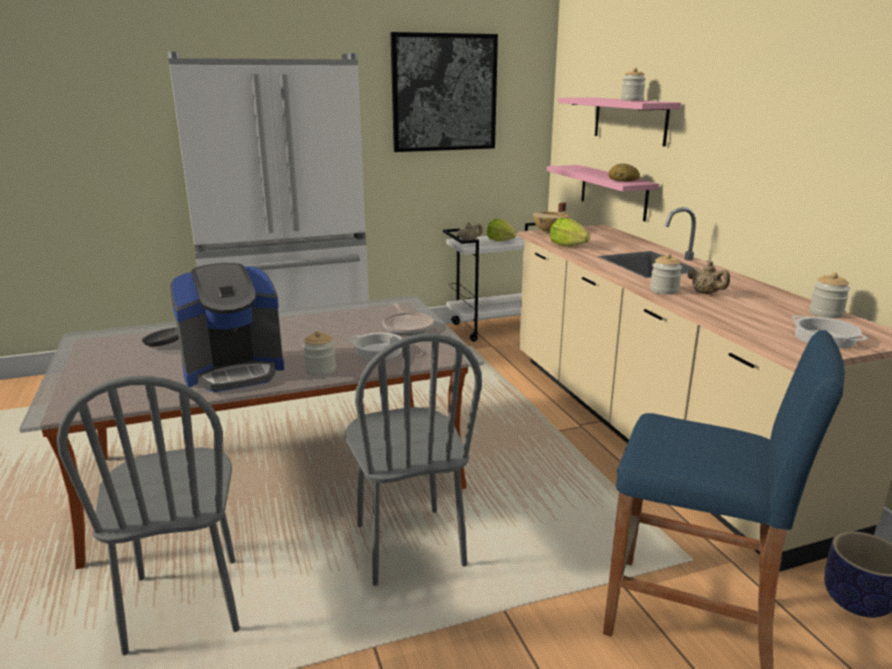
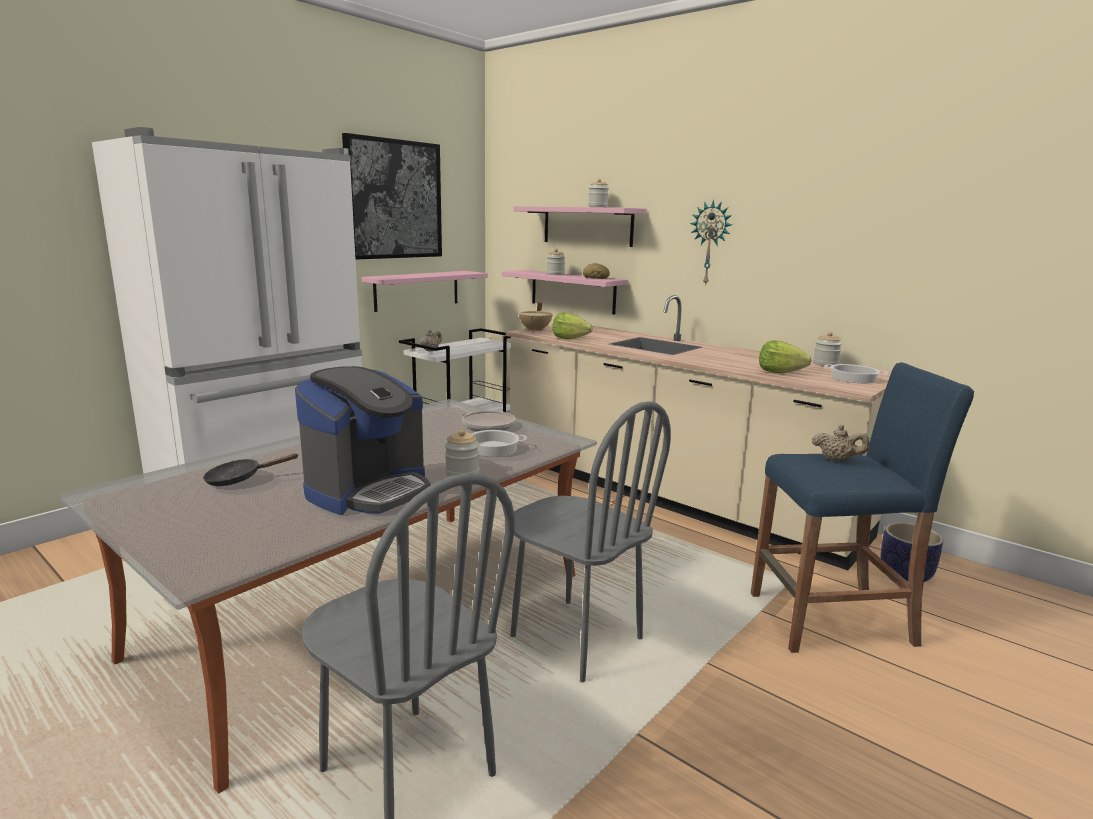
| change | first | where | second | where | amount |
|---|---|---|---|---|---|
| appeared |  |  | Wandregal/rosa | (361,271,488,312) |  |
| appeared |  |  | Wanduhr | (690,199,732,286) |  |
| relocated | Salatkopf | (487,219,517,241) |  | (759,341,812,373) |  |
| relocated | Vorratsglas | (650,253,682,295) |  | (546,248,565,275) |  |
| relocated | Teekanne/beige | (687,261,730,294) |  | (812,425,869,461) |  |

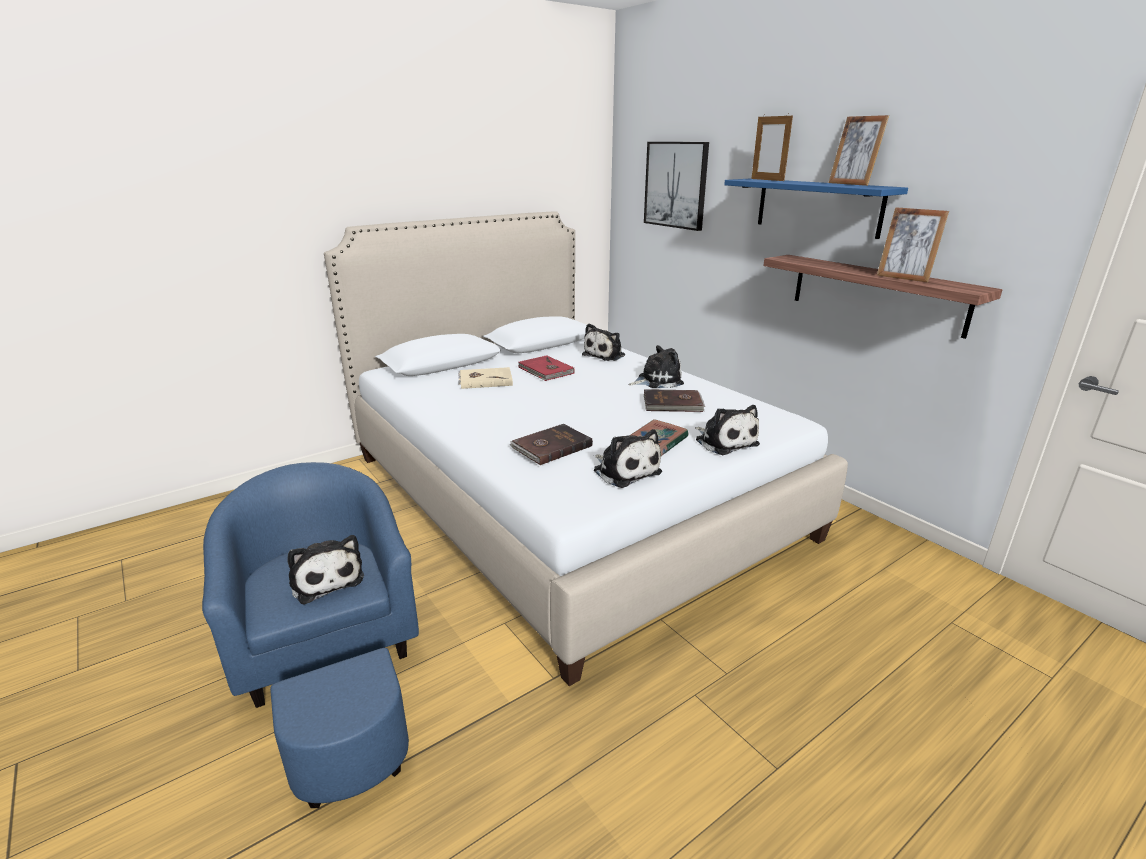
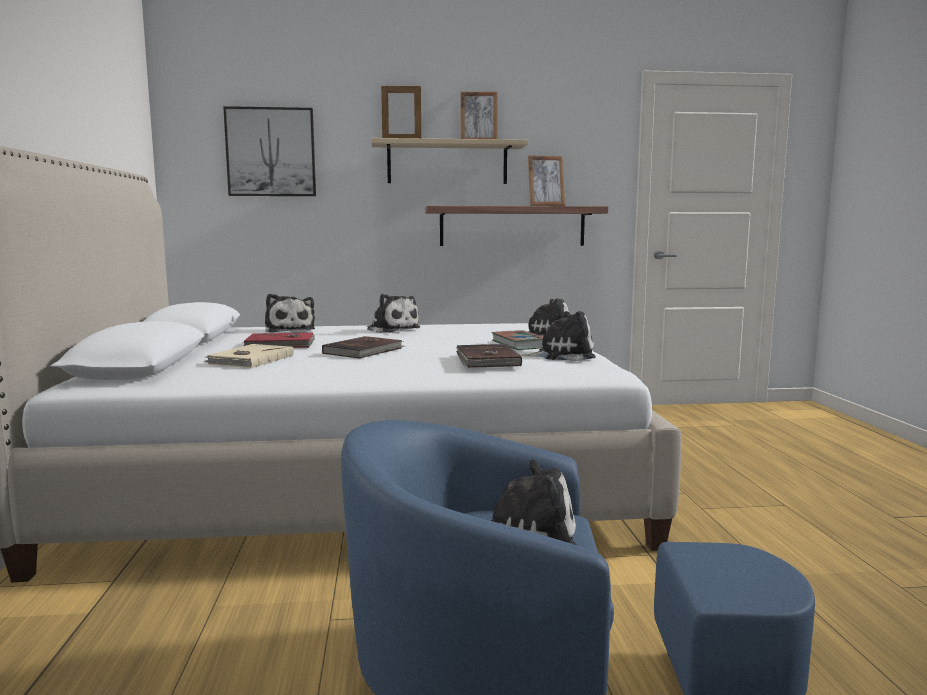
| change | first | where | second | where | amount |
|---|---|---|---|---|---|
| relocated | Buch/braun | (644,389,706,412) |  | (322,336,404,359) |  |
| colour | Wandregal/blau | (724,178,908,239) | Wandregal/beige | (371,138,528,184) |  |
| spun | Plüschtier | (629,345,684,388) |  | (367,294,420,333) | 120 degrees clockwise |

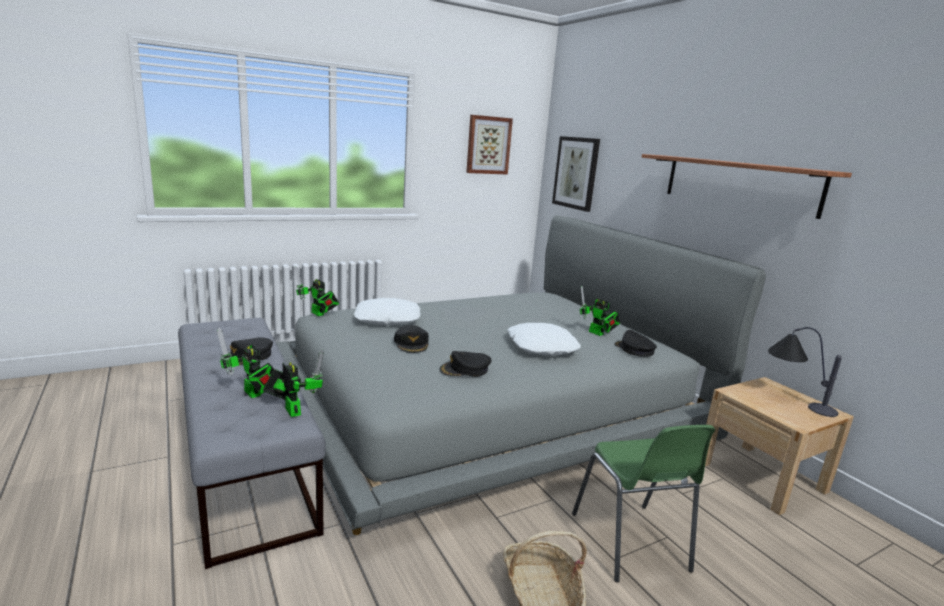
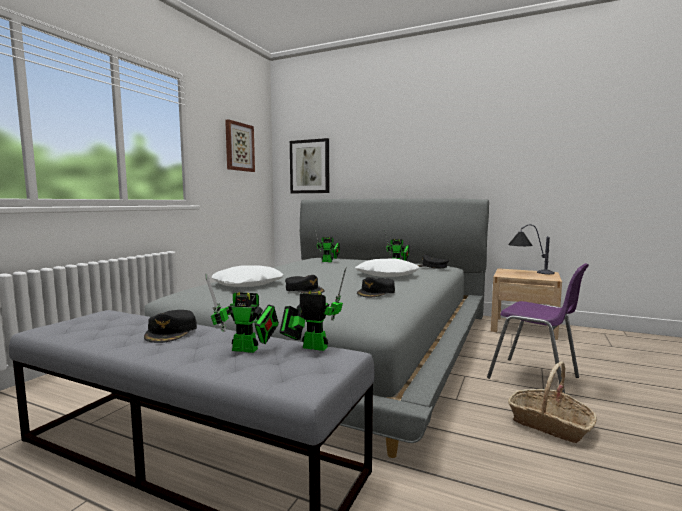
| change | first | where | second | where | amount |
|---|---|---|---|---|---|
| missing | Wandregal | (642,154,852,219) |  |  |  |
| relocated | Spielzeugroboter | (294,266,339,316) |  | (314,228,340,262) |  |
| colour | Stuhl/grün | (572,425,715,582) | Stuhl/lila | (487,263,589,393) |  |

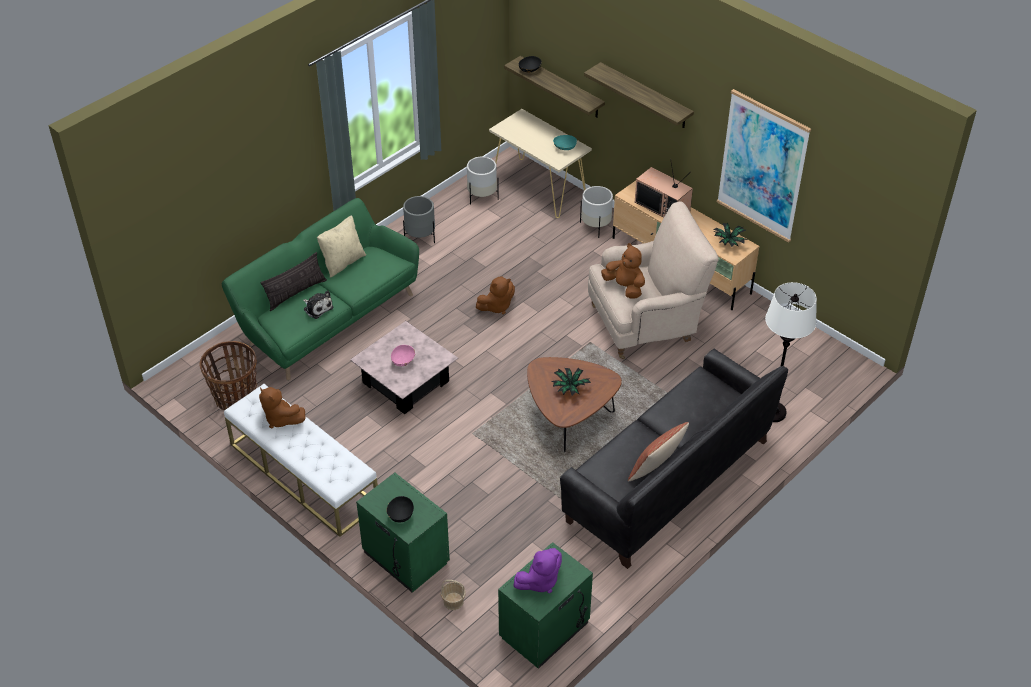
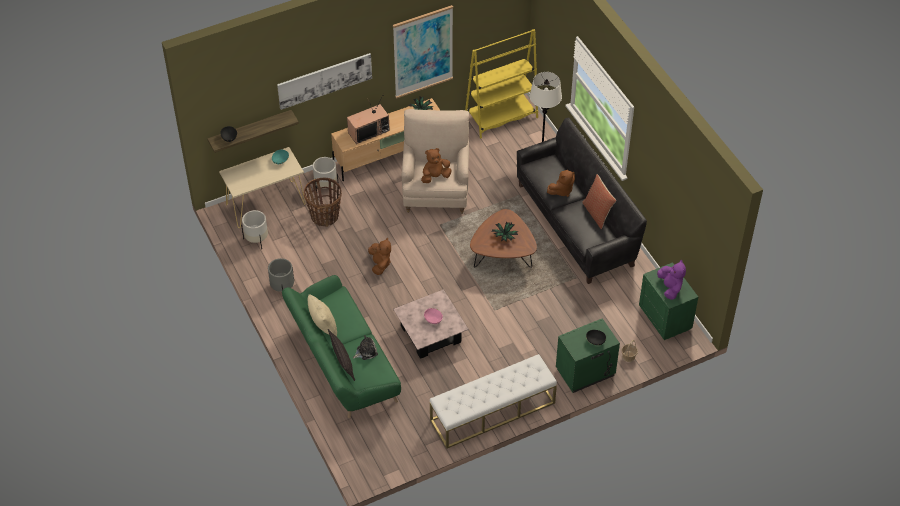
| change | first | where | second | where | amount |
|---|---|---|---|---|---|
| appeared |  |  | Bücherregal/gelb | (465,29,538,139) |  |
| relocated | Korb | (200,341,257,410) |  | (304,178,342,227) |  |
| relocated | Plüschtier/braun | (259,387,306,428) |  | (547,170,575,197) |  |
| exchanged | Wandregal | (584,62,694,128) | Bild | (277,53,372,110) |  |

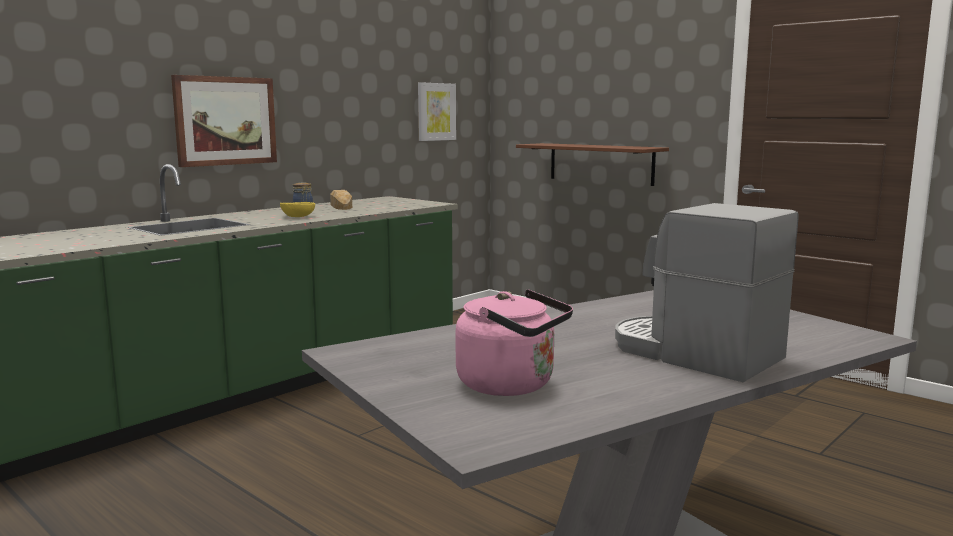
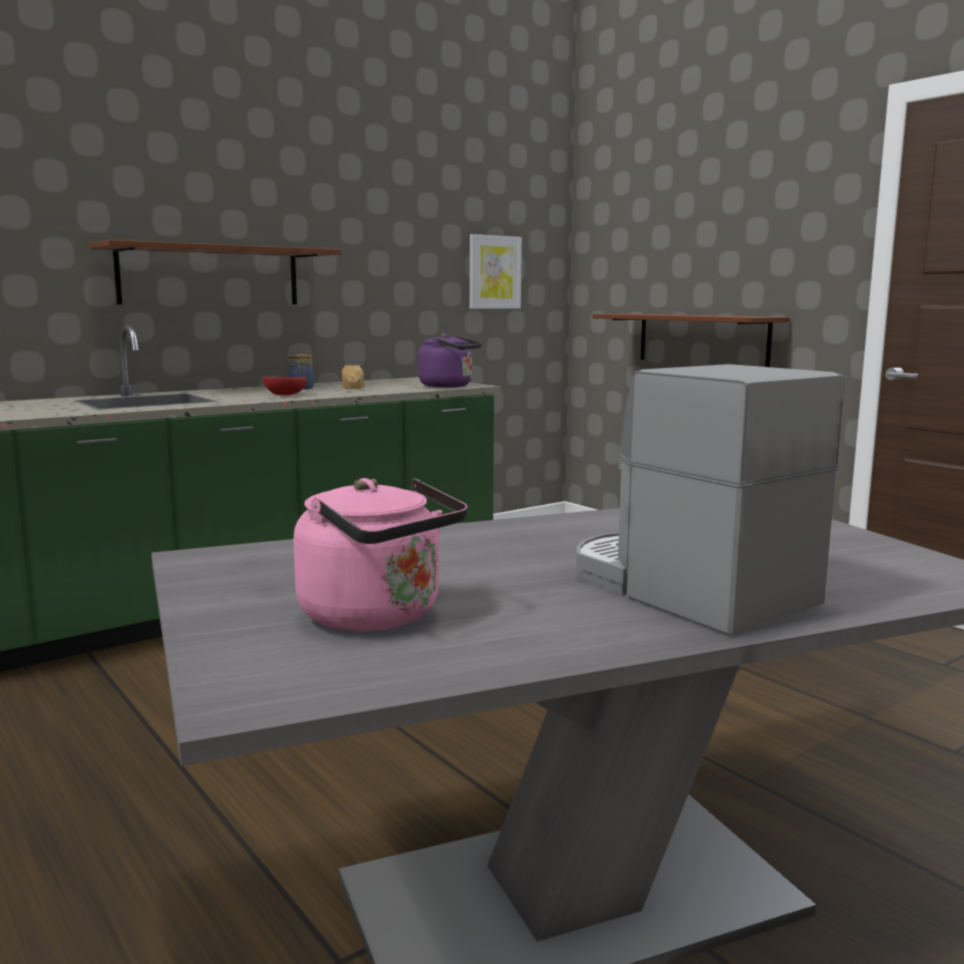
| change | first | where | second | where | amount |
|---|---|---|---|---|---|
| appeared |  |  | Wasserkessel/lila | (418,333,482,388) |  |
| exchanged | Bild | (171,75,277,167) | Wandregal/braun | (89,240,342,305) |  |
| colour | Schüssel/gelb | (280,202,315,217) | Schüssel/rot | (263,377,307,395) |  |

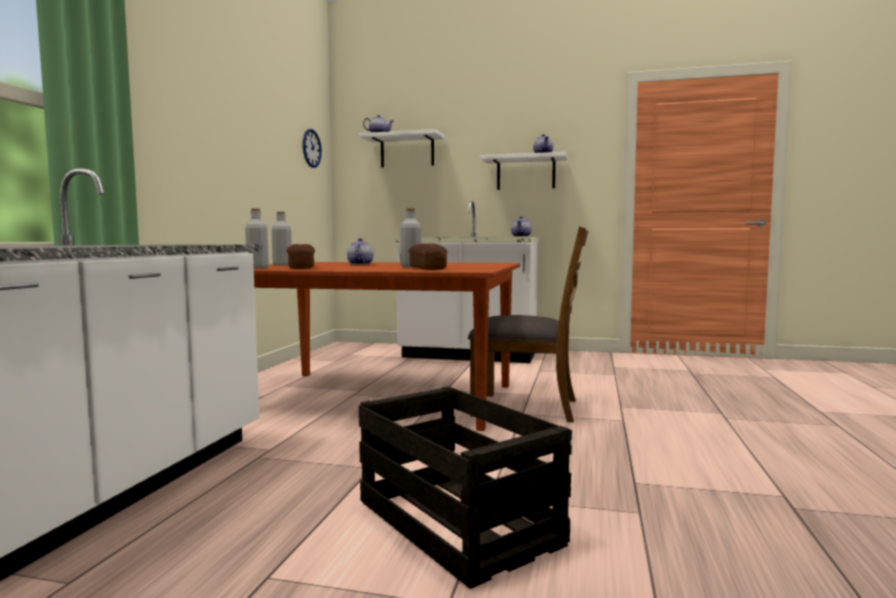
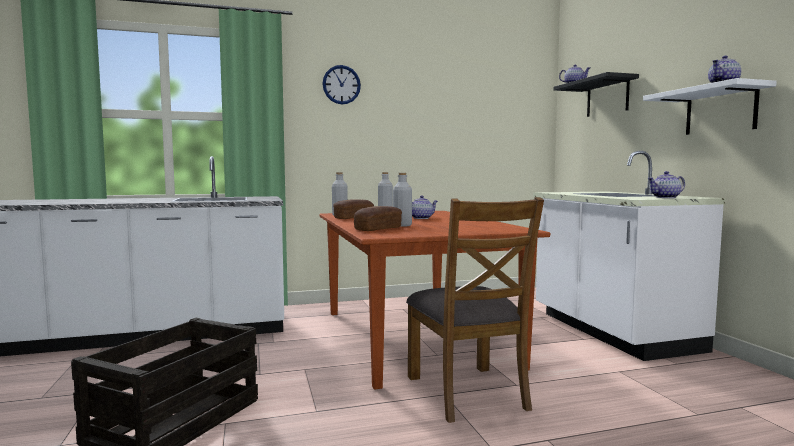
| change | first | where | second | where | amount |
|---|---|---|---|---|---|
| relocated | Wanduhr | (303,129,322,168) |  | (323,65,361,104) |  |
| colour | Wandregal/weiß | (359,129,445,167) | Wandregal/schwarz | (554,72,639,117) |  |

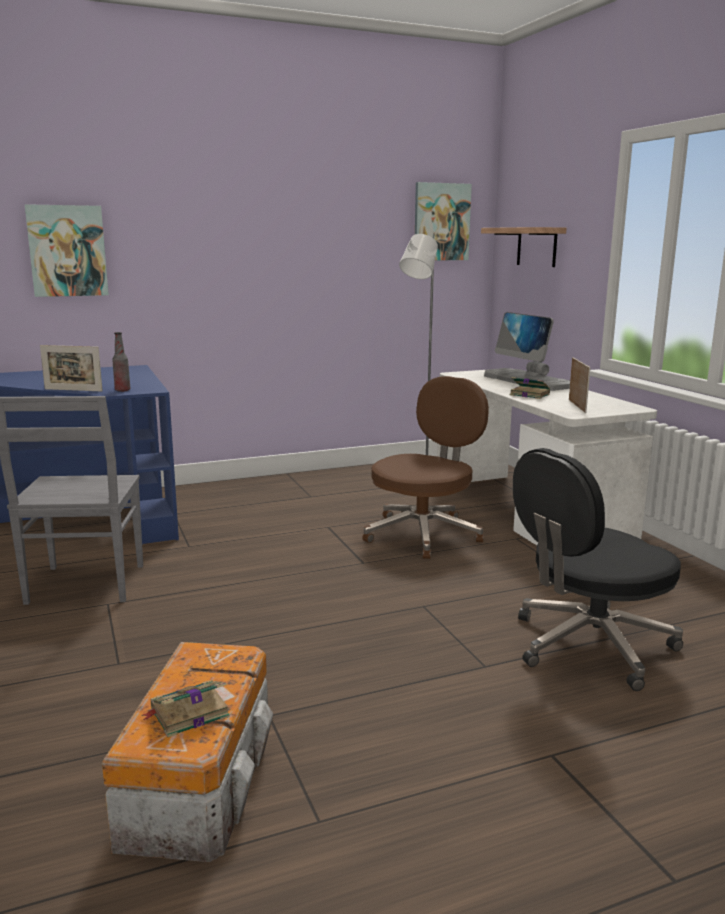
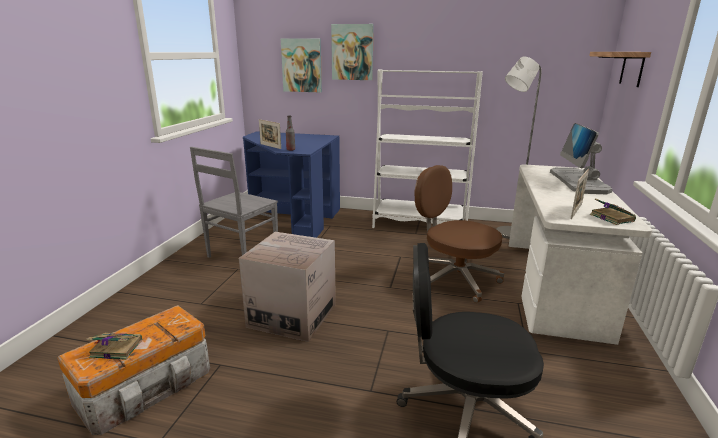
| change | first | where | second | where | amount |
|---|---|---|---|---|---|
| appeared |  |  | Karton | (239,232,336,342) |  |
| appeared |  |  | Bücherregal/weiß | (372,69,483,228) |  |
| relocated | Bild | (415,182,472,260) |  | (331,24,374,80) |  |
| relocated | Buch | (510,377,550,399) |  | (590,198,636,225) |  |
| spun | Bürostuhl/braun | (362,376,489,559) |  | (415,165,504,303) | 120 degrees counterclockwise |

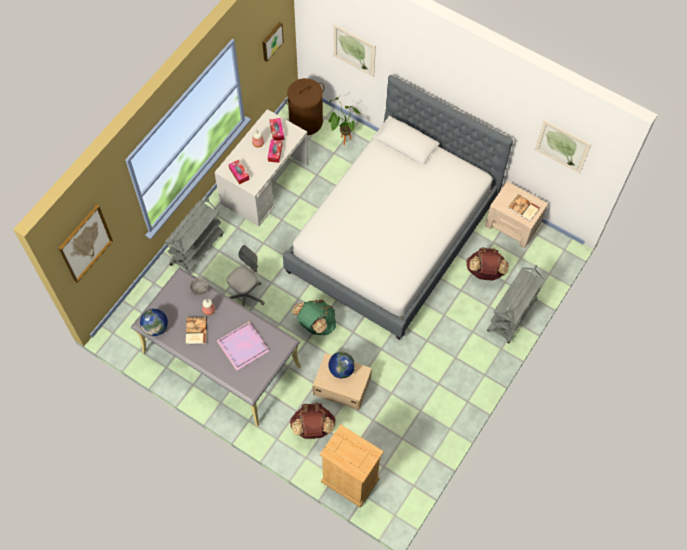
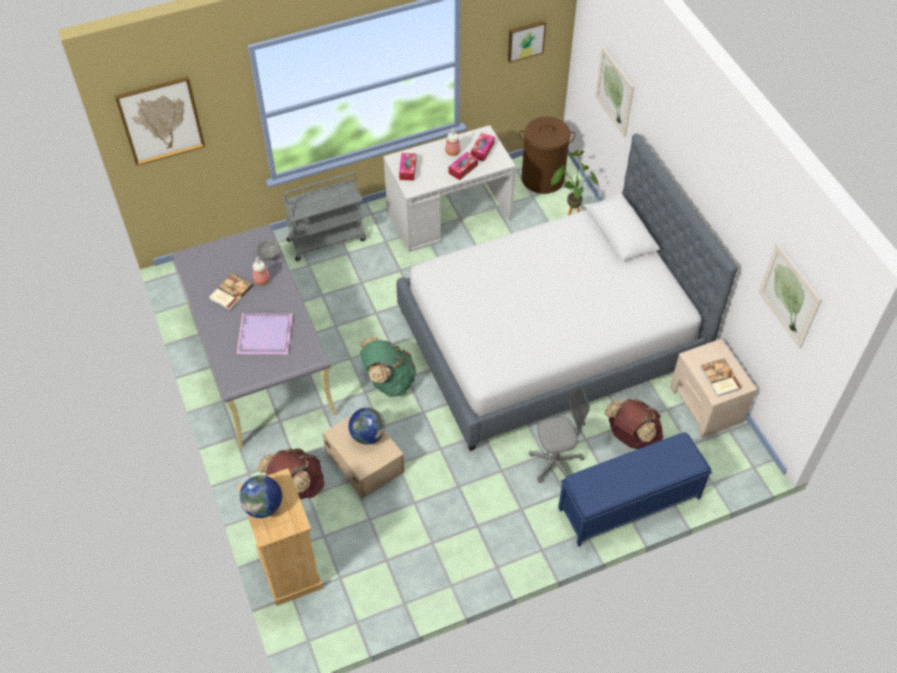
| change | first | where | second | where | amount |
|---|---|---|---|---|---|
| relocated | Globus | (140,309,168,336) |  | (239,475,282,518) |  |
| relocated | Bürostuhl/grau | (227,245,265,307) |  | (529,387,590,483) |  |
| exchanged | Rollwagen/grau | (487,265,544,343) | Bank/blau | (558,432,712,547) |  |

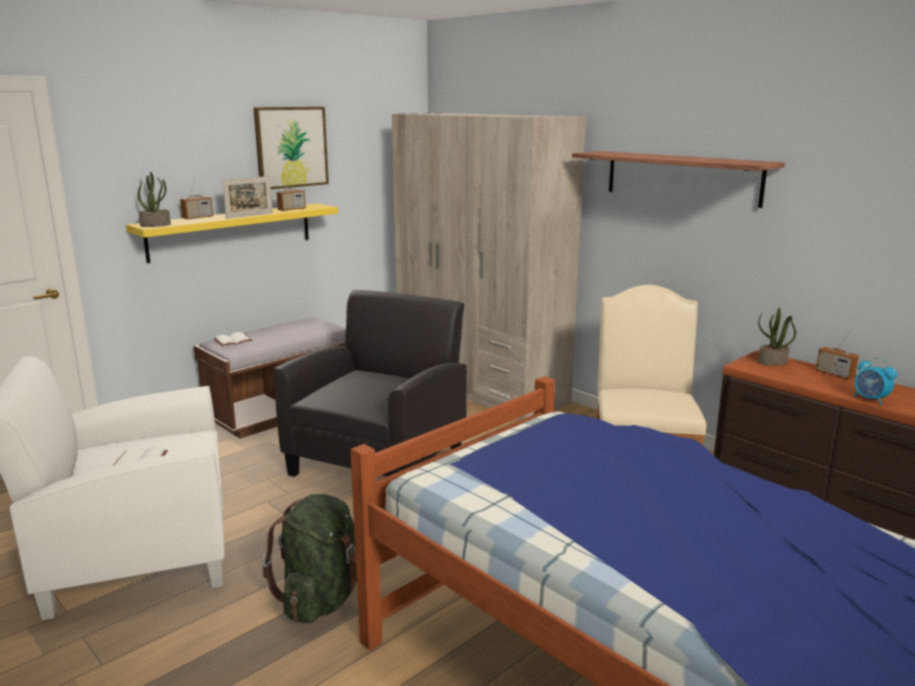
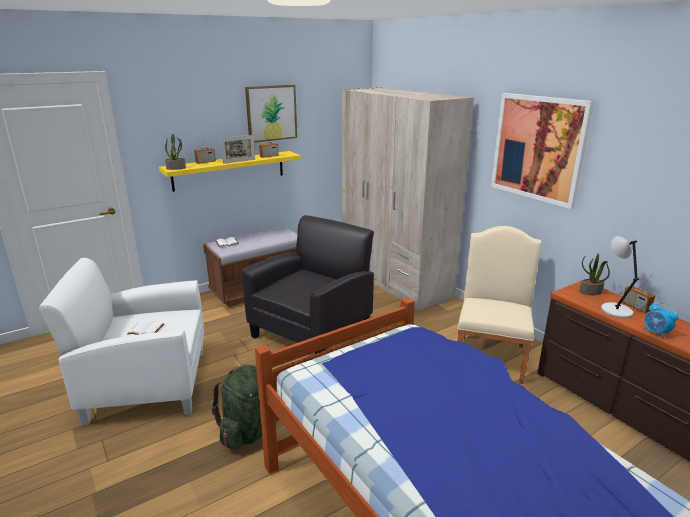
| change | first | where | second | where | amount |
|---|---|---|---|---|---|
| appeared |  |  | Tischlampe/grau | (601,236,639,318) |  |
| exchanged | Wandregal | (572,151,785,208) | Bild | (491,93,594,209) |  |

